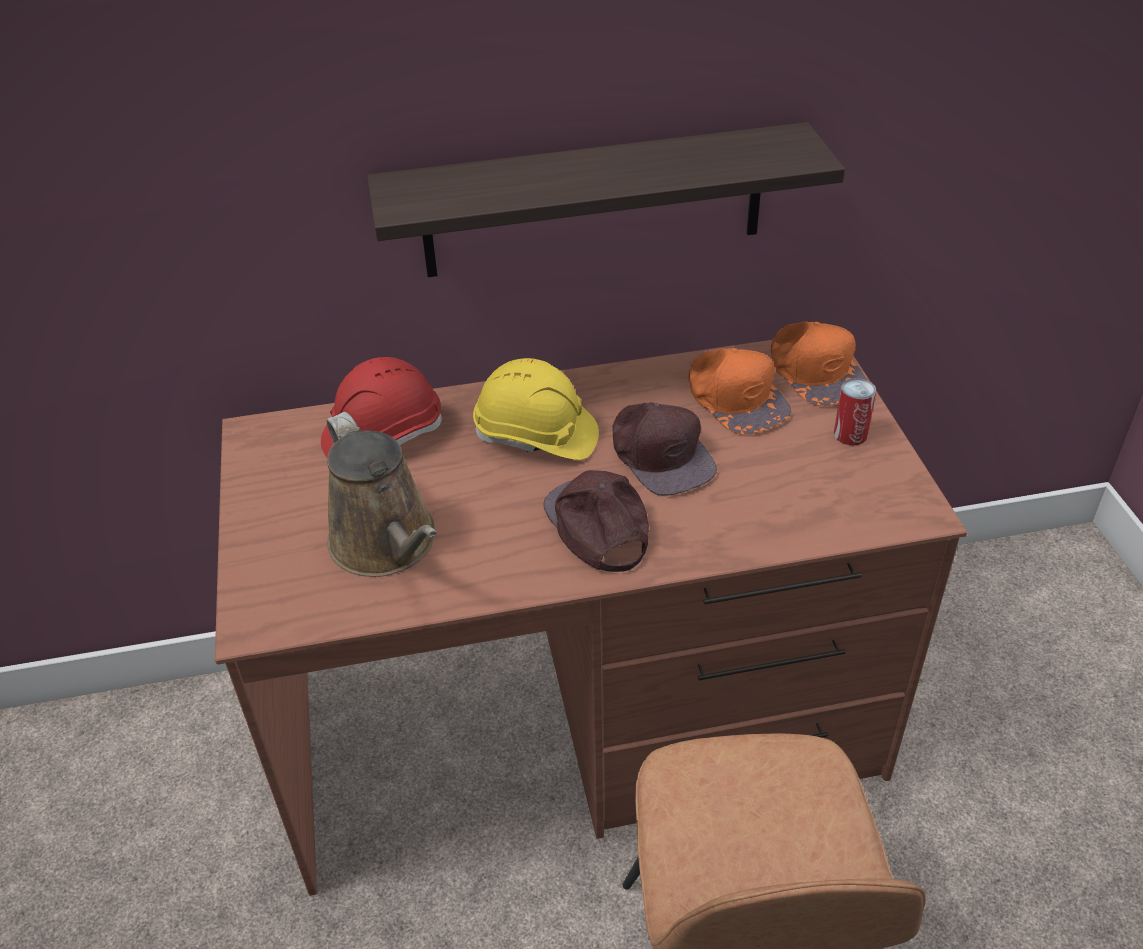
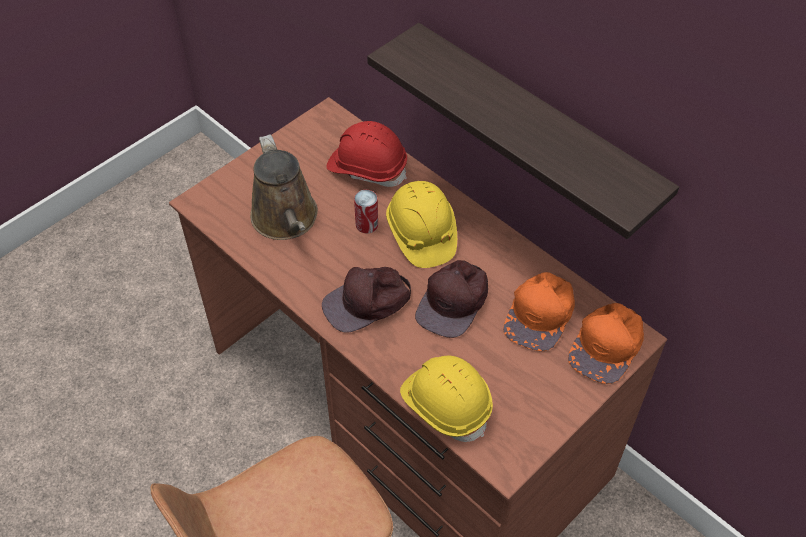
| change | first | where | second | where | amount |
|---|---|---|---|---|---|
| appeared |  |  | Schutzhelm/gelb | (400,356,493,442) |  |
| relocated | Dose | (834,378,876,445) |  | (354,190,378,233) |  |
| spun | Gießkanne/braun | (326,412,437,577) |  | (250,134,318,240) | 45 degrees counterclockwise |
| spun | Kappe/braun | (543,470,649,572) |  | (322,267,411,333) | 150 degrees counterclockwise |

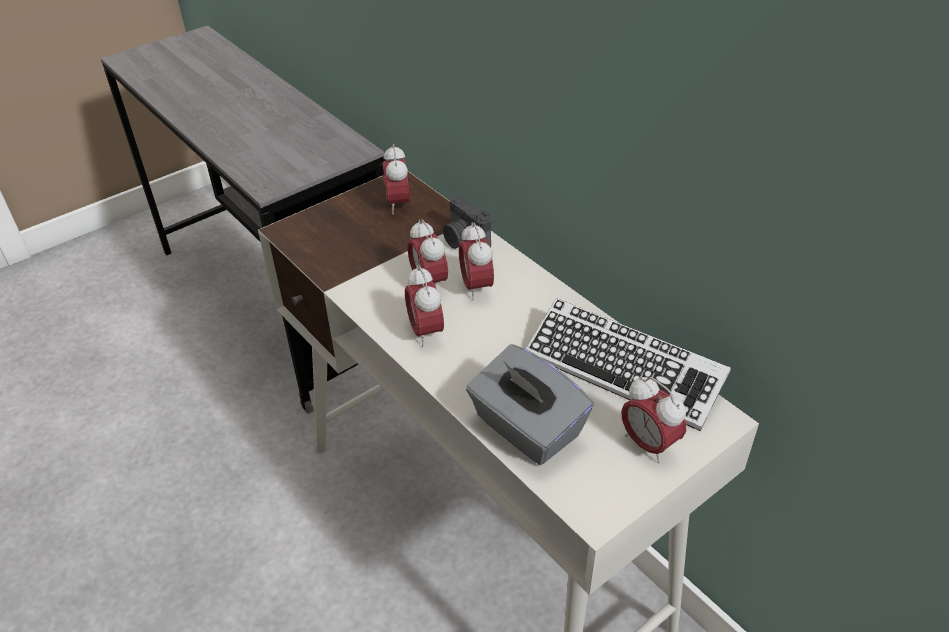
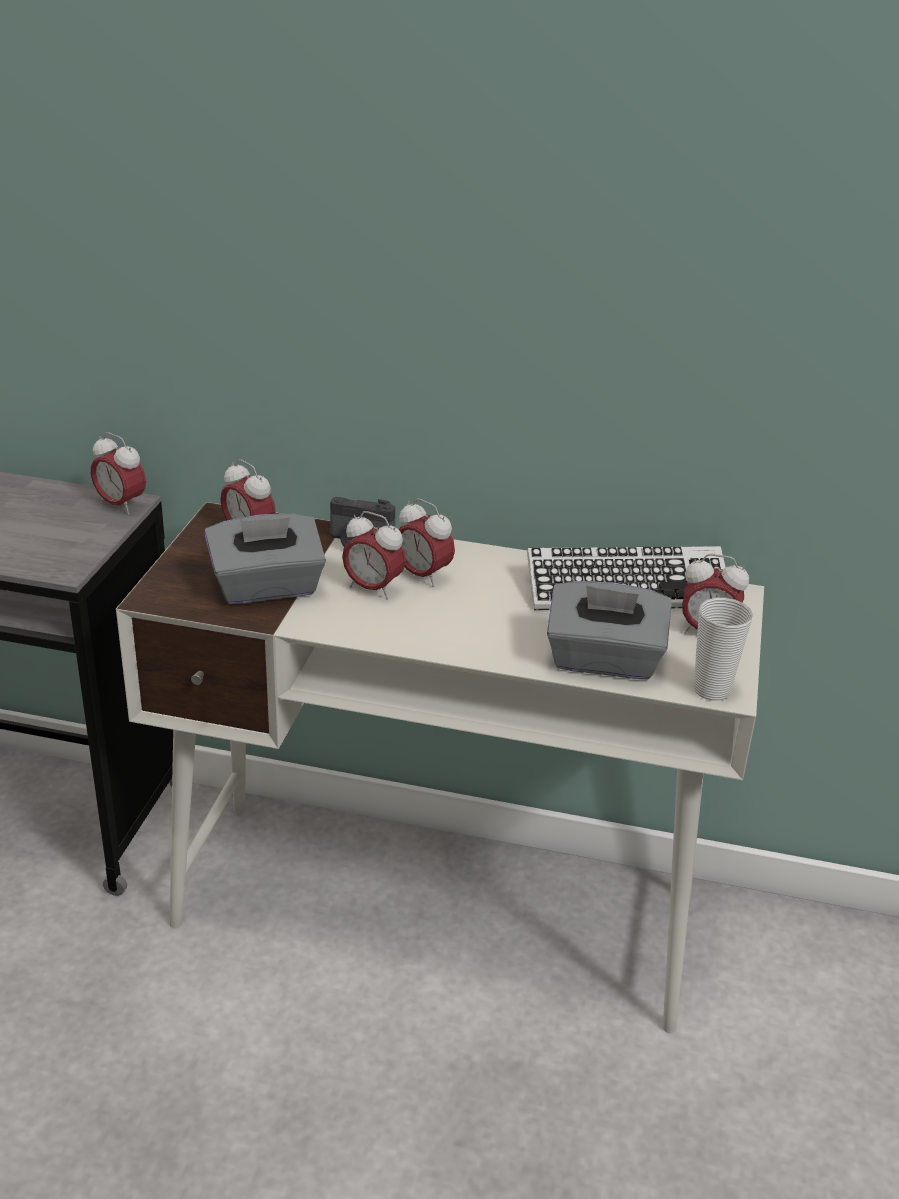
| change | first | where | second | where | amount |
|---|---|---|---|---|---|
| appeared |  |  | Taschentuchbox/grau | (204,514,326,604) |  |
| appeared |  |  | Tasse | (694,598,753,701) |  |
| relocated | Wecker | (405,265,444,347) |  | (91,433,146,515) |  |

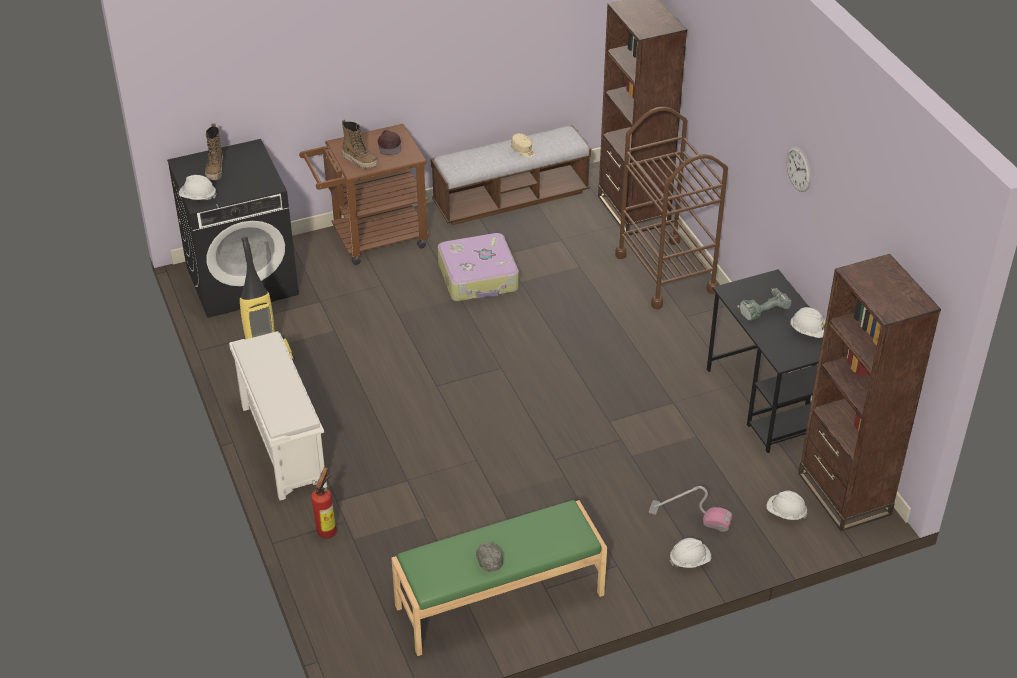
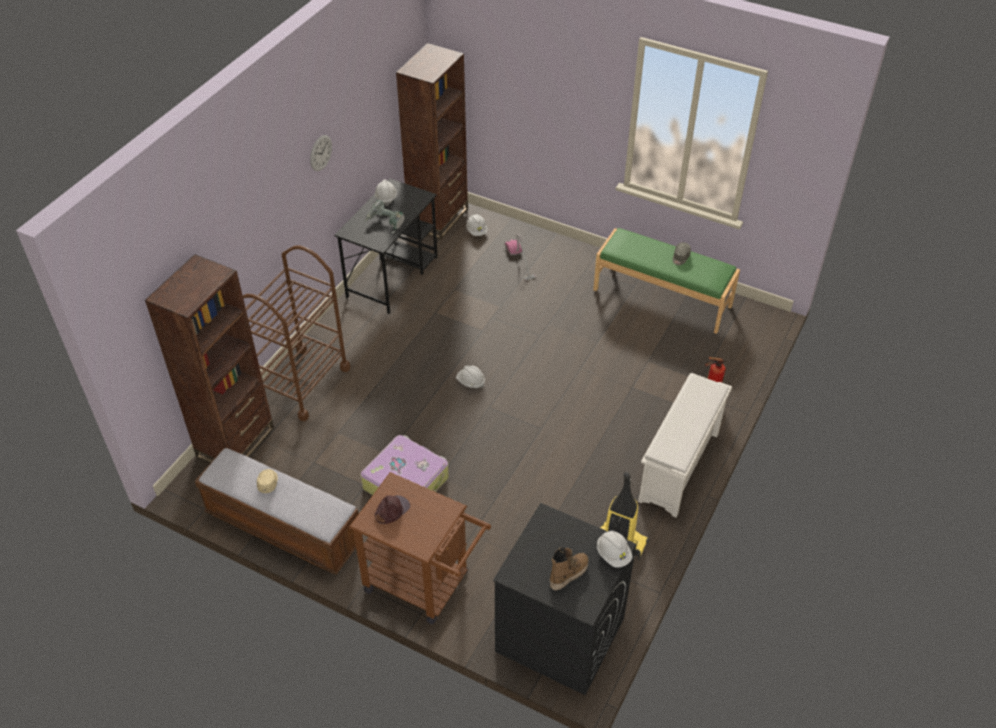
| change | first | where | second | where | amount |
|---|---|---|---|---|---|
| missing | Stiefel | (342,119,378,169) |  |  |  |
| relocated | Schutzhelm/weiß | (670,538,711,568) |  | (456,366,485,389) |  |

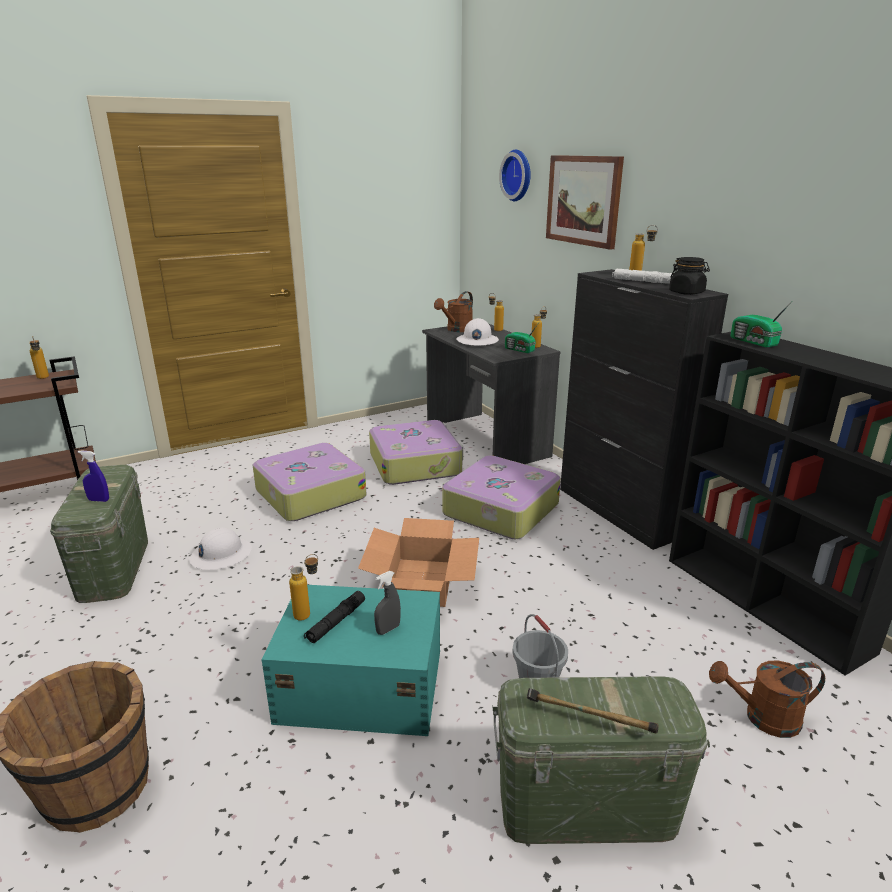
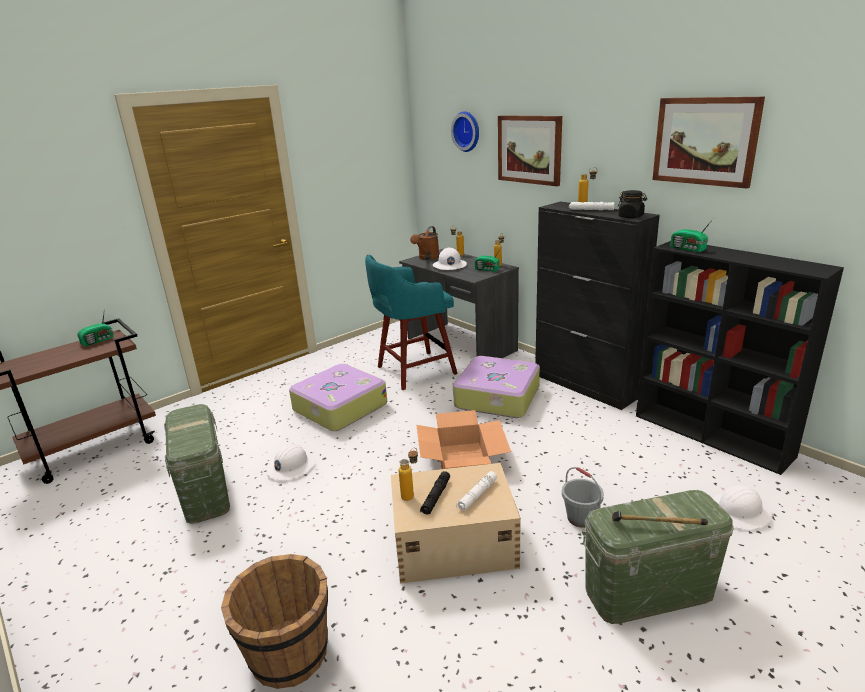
| change | first | where | second | where | amount |
|---|---|---|---|---|---|
| missing | Sprühflasche/blau | (78,450,109,502) |  |  |  |
| appeared |  |  | Bild | (652,97,765,189) |  |
| exchanged | Flasche | (29,336,49,379) | Radio | (77,308,113,346) |  |
| exchanged | Koffer | (369,420,463,485) | Hocker/türkis | (365,255,458,390) |  |
| exchanged | Sprühflasche/grau | (374,571,401,635) | Taschenlampe/weiß | (456,471,497,511) |  |
| exchanged | Gießkanne/braun | (709,661,825,738) | Schutzhelm/weiß | (713,486,772,529) |  |
| colour | Aufbewahrungsbox/türkis | (261,585,440,736) | Aufbewahrungsbox/beige | (391,463,521,583) |  |

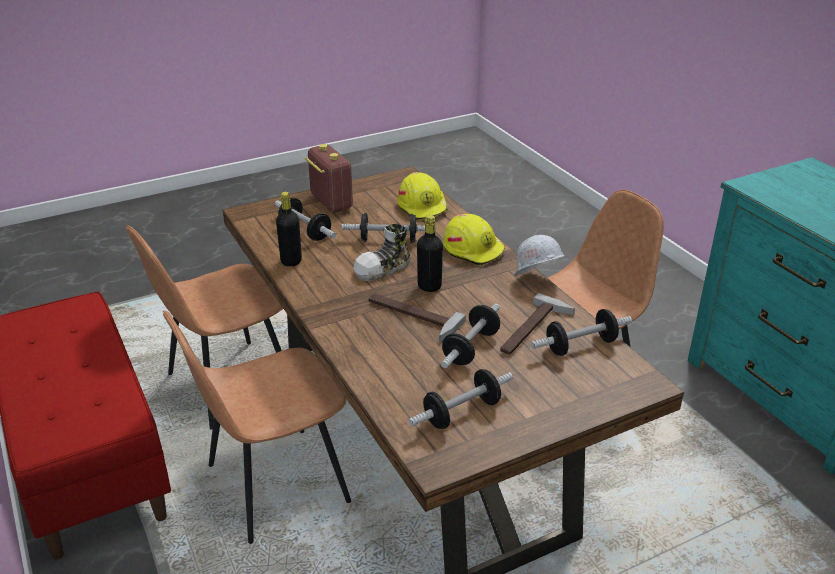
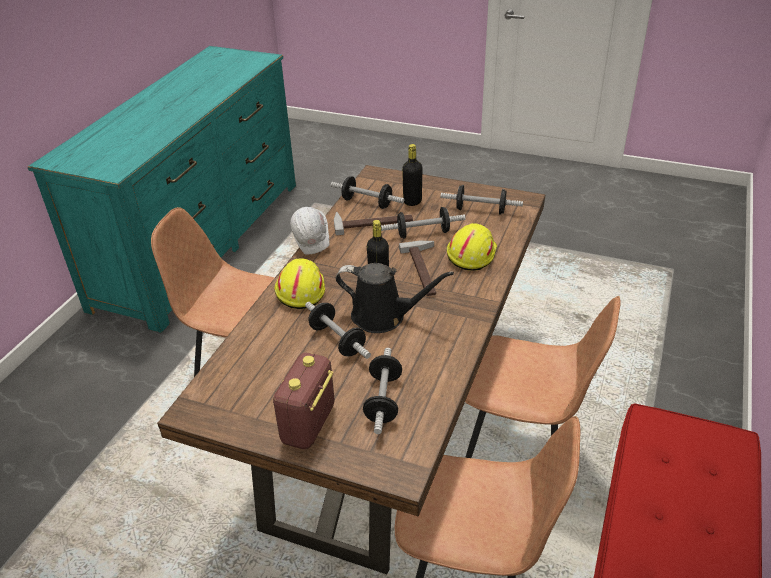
| change | first | where | second | where | amount |
|---|---|---|---|---|---|
| relocated | Flasche/schwarz | (276,192,302,267) |  | (402,144,423,206) |  |
| relocated | Schutzhelm/gelb | (397,172,448,221) |  | (447,223,497,271) |  |
| exchanged | Schuh | (353,224,411,281) | Gießkanne/schwarz | (336,263,454,333) |  |

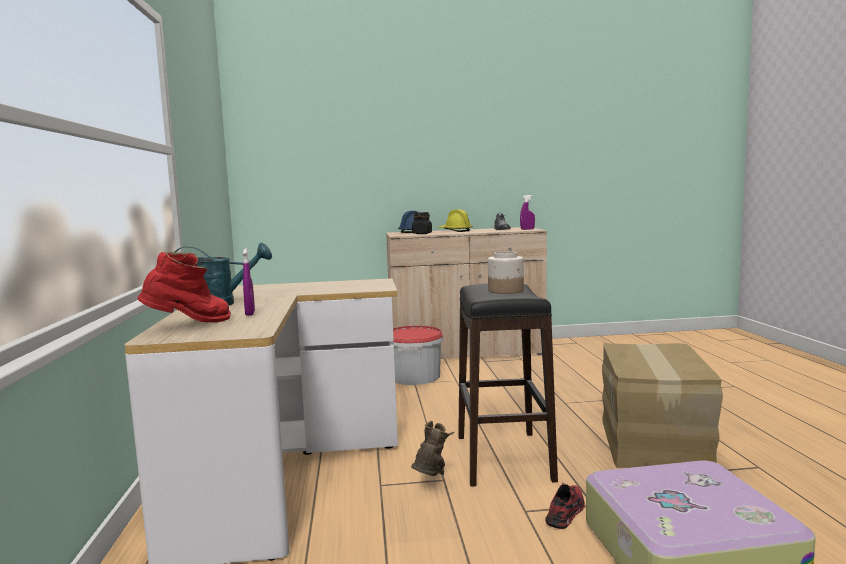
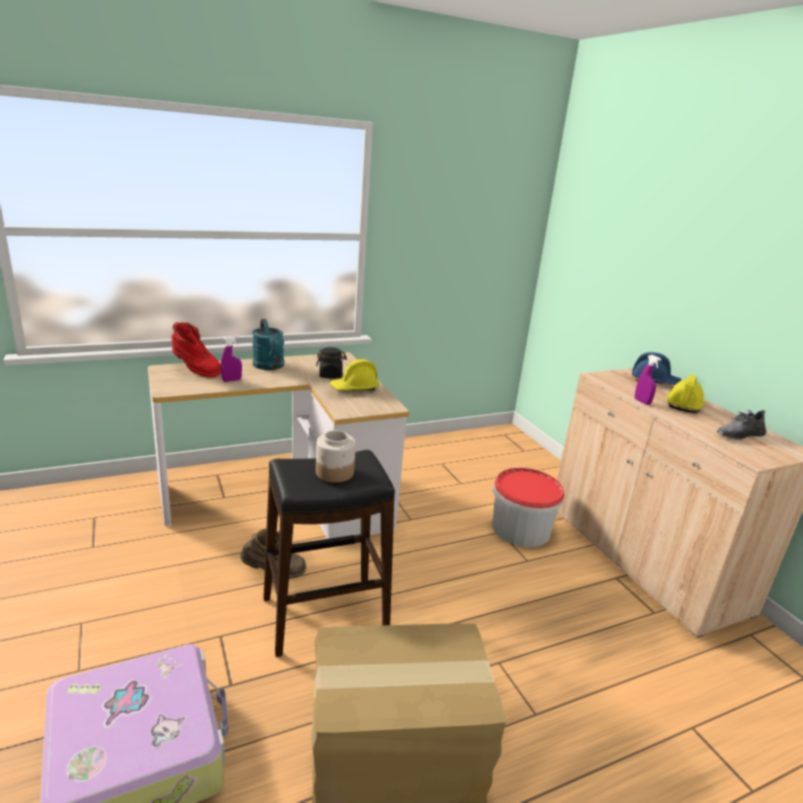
| change | first | where | second | where | amount |
|---|---|---|---|---|---|
| missing | Schuh/rot | (545,483,585,529) |  |  |  |
| appeared |  |  | Schutzhelm/gelb | (330,359,380,391) |  |
| relocated | Vorratsglas/schwarz | (412,212,432,234) |  | (316,347,347,378) |  |
| relocated | Sprühflasche/lila | (520,195,535,230) |  | (635,355,662,405) |  |

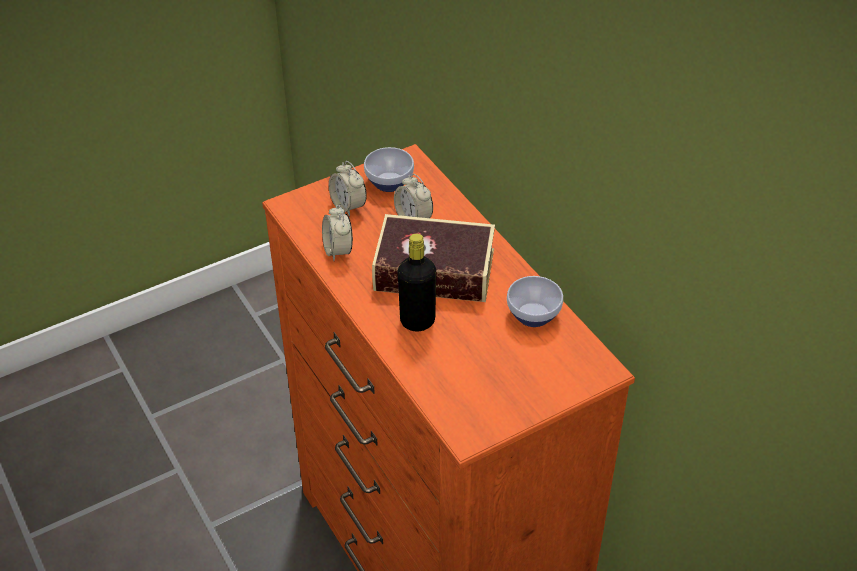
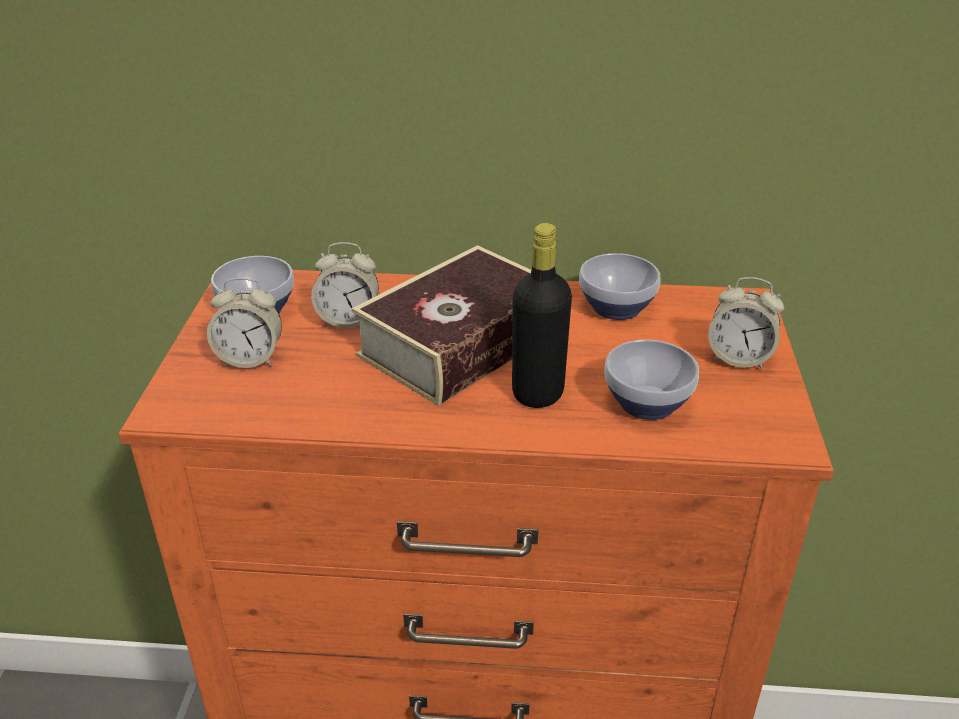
| change | first | where | second | where | amount |
|---|---|---|---|---|---|
| appeared |  |  | Schüssel | (604,340,699,420) |  |
| relocated | Wecker | (322,205,353,261) |  | (708,277,784,369) |  |

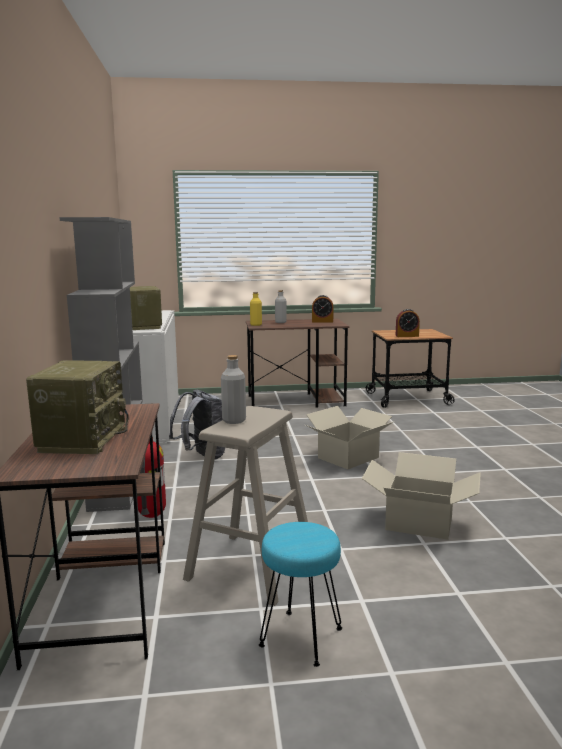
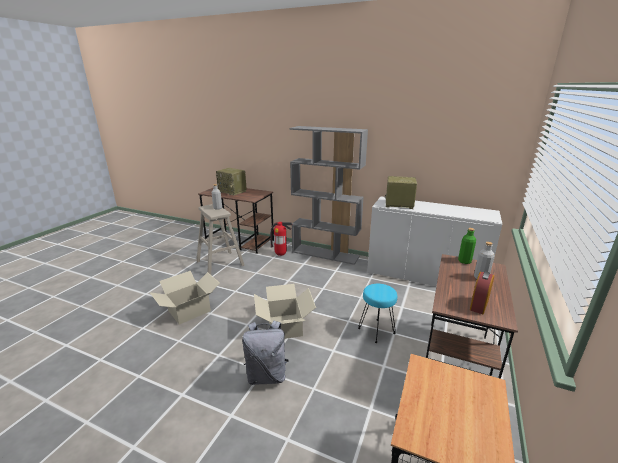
| change | first | where | second | where | amount |
|---|---|---|---|---|---|
| missing | Wecker | (396,309,420,337) |  |  |  |
| relocated | Rucksack/grau | (169,390,225,460) |  | (242,321,289,385) |  |
| relocated | Hocker/türkis | (259,522,342,667) |  | (358,284,397,343) |  |
| colour | Flasche/gelb | (250,292,262,326) | Flasche/grün | (458,228,476,264) |  |

